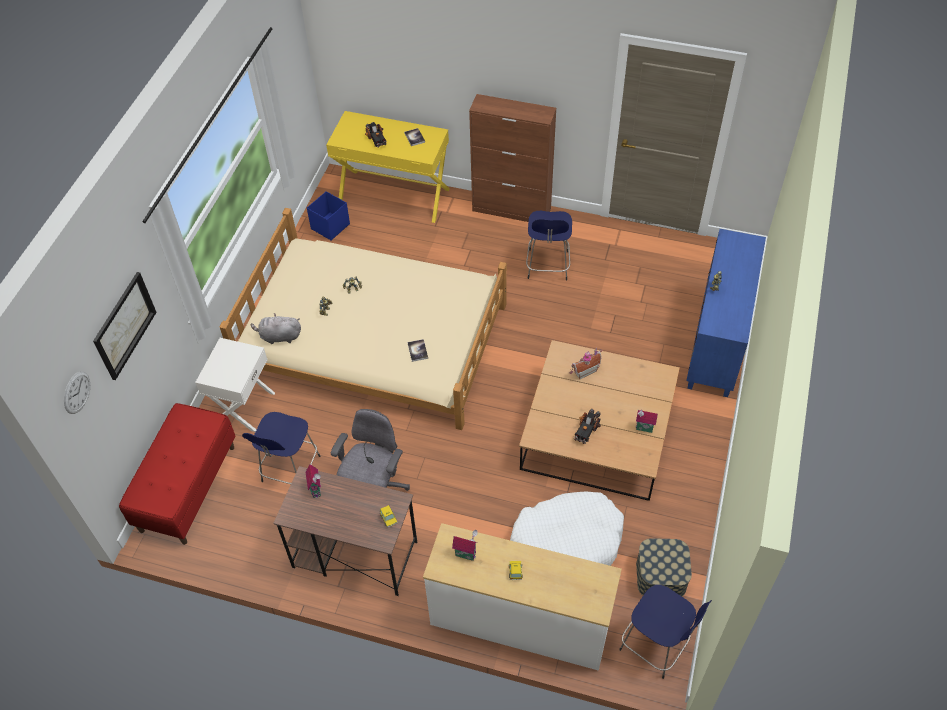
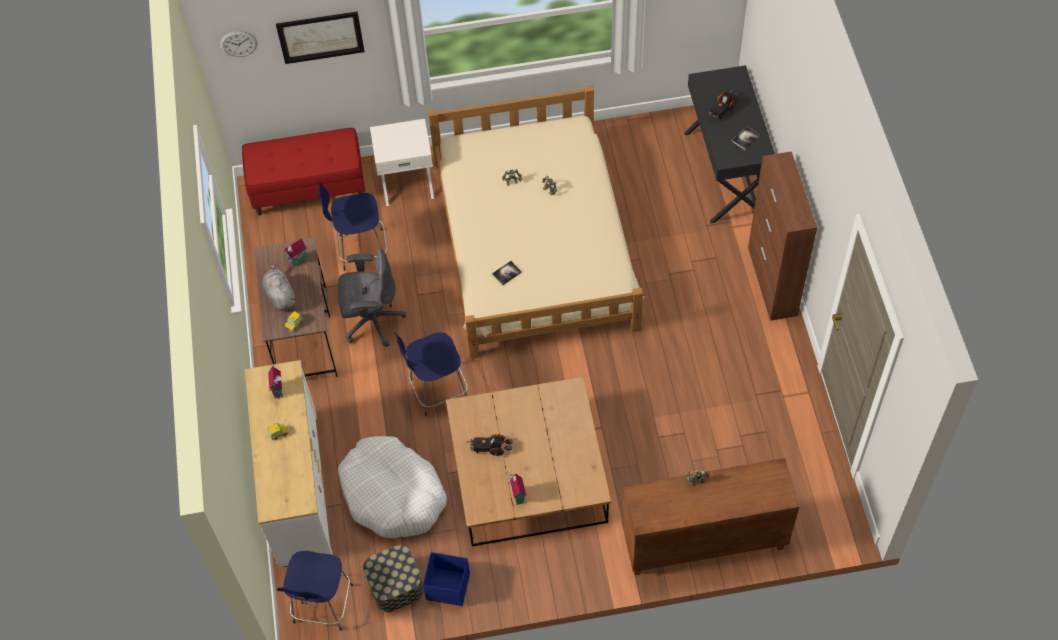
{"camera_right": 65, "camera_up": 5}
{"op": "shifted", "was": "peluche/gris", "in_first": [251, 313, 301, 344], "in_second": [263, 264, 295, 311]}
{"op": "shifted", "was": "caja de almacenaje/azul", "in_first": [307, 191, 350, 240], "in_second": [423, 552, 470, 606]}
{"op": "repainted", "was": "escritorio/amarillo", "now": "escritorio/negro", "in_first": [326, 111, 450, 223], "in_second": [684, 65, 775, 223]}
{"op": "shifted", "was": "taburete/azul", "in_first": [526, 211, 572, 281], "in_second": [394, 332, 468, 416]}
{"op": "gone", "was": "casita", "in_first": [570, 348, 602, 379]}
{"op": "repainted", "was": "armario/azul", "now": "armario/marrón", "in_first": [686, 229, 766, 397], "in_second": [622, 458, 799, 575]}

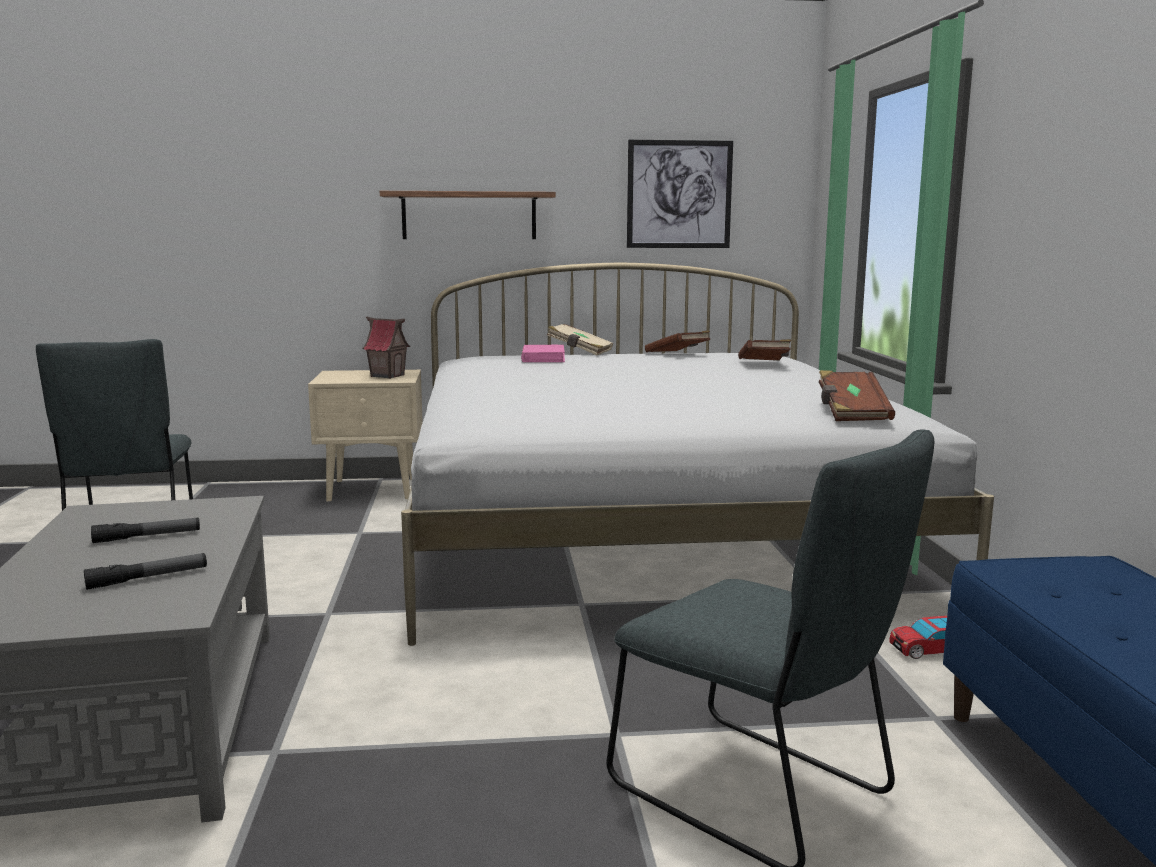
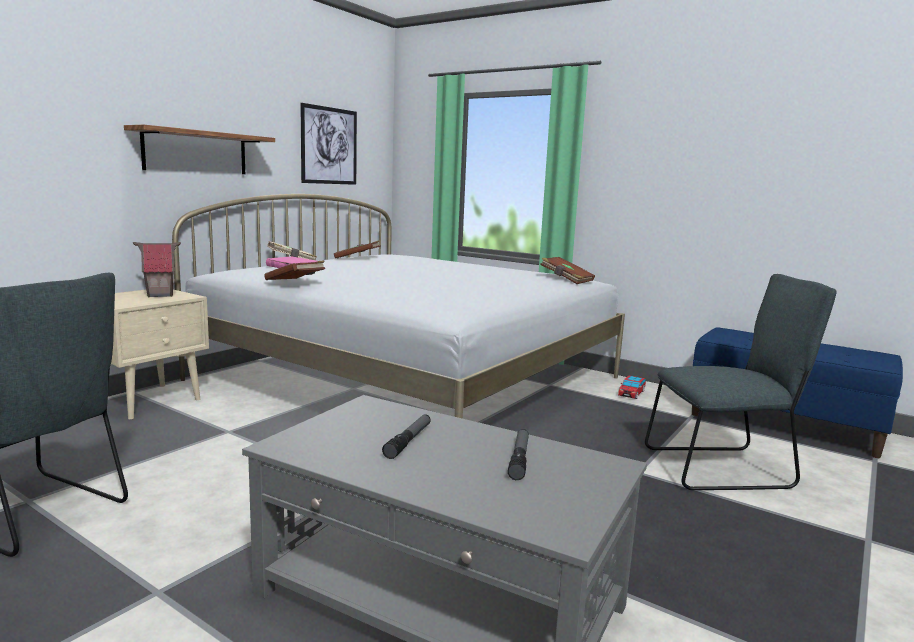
{"camera_right": -50, "camera_up": 0}
{"op": "shifted", "was": "libro/marrón", "in_first": [738, 339, 791, 361], "in_second": [264, 260, 325, 280]}

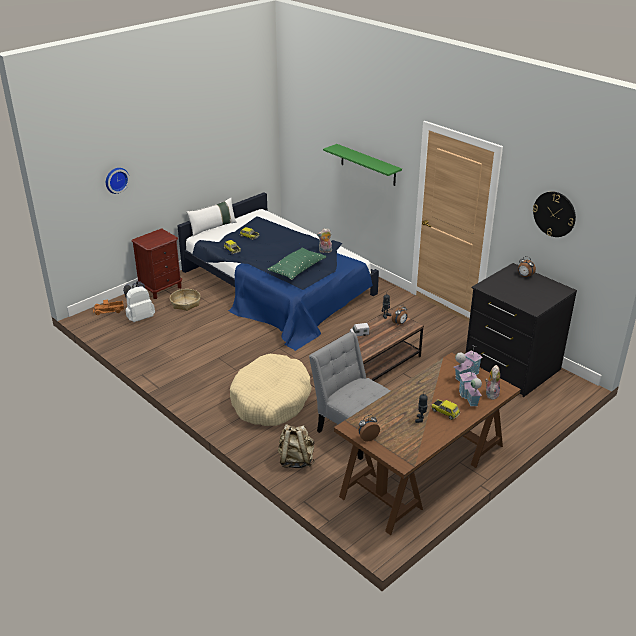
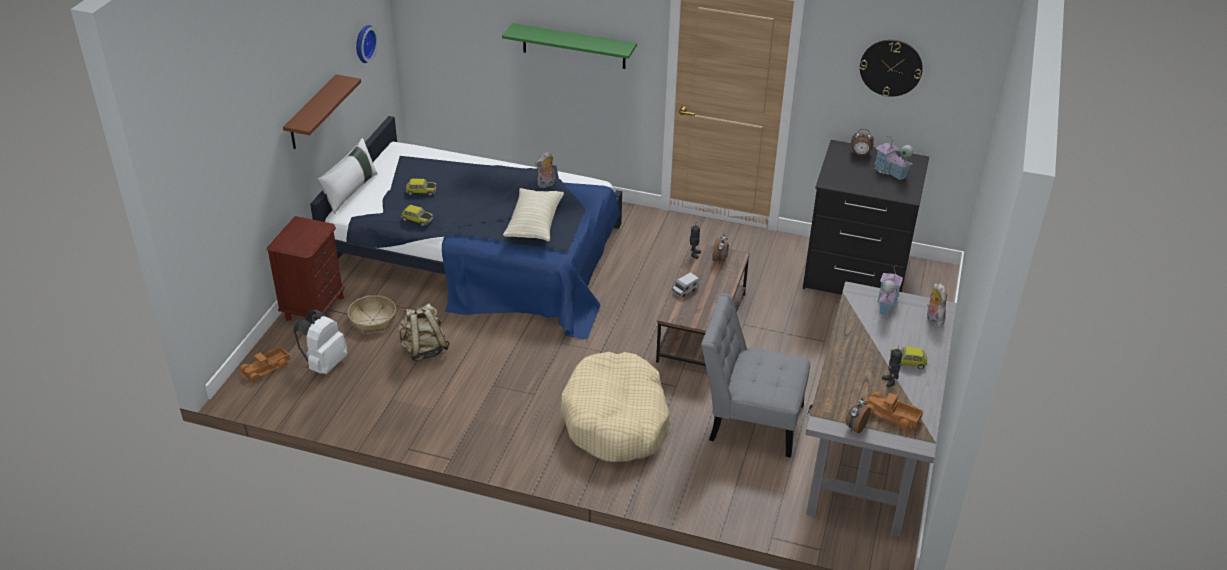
{"camera_right": -30, "camera_up": 5}
{"op": "shifted", "was": "reloj de pared", "in_first": [106, 168, 130, 194], "in_second": [356, 25, 378, 63]}
{"op": "repainted", "was": "cojín/verde", "now": "cojín/beis", "in_first": [268, 247, 326, 280], "in_second": [503, 188, 564, 241]}
{"op": "shifted", "was": "mochila/beis", "in_first": [278, 424, 314, 468], "in_second": [398, 304, 450, 361]}
{"op": "repainted", "was": "escritorio/marrón", "now": "escritorio/gris", "in_first": [334, 352, 521, 535], "in_second": [805, 281, 957, 537]}
{"op": "shifted", "was": "casita", "in_first": [459, 366, 482, 406], "in_second": [874, 136, 913, 180]}
{"op": "new", "now": "estante/marrón", "in_second": [283, 74, 361, 149]}
{"op": "new", "now": "camión de juguete", "in_second": [862, 391, 923, 429]}

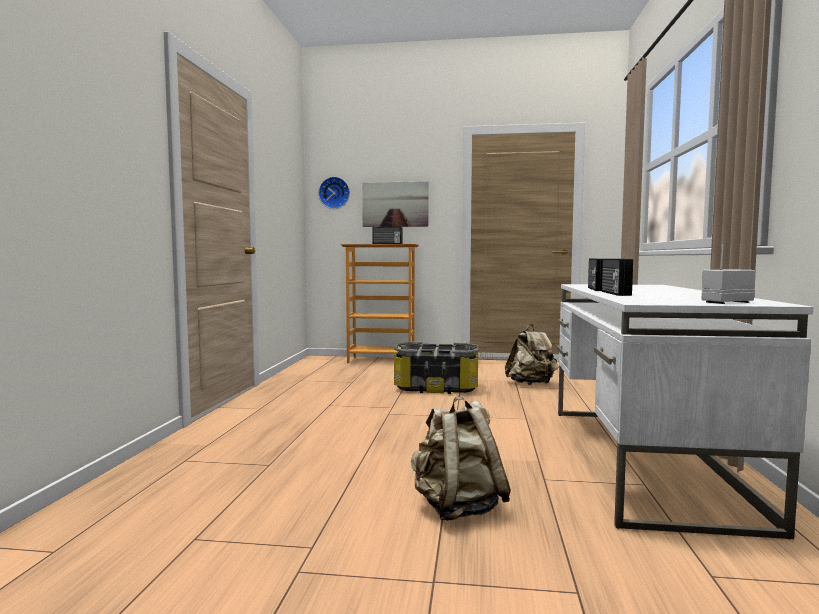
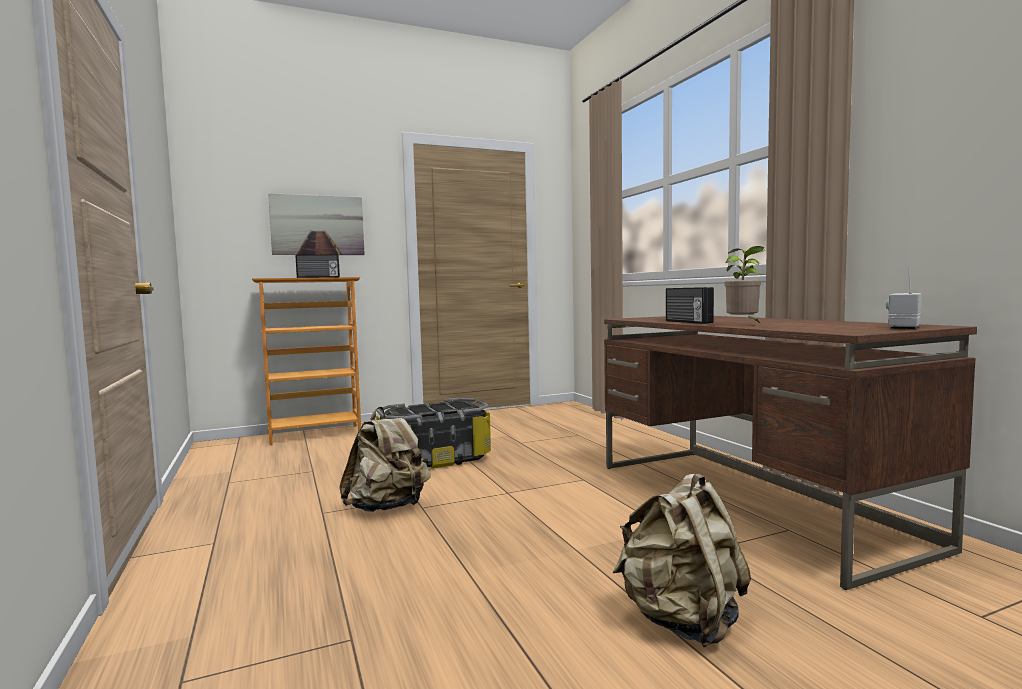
{"camera_right": -30, "camera_up": 0}
{"op": "gone", "was": "reloj de pared", "in_first": [319, 177, 350, 209]}
{"op": "shifted", "was": "mochila/beis", "in_first": [505, 324, 558, 385], "in_second": [339, 407, 431, 512]}
{"op": "repainted", "was": "escritorio/blanco", "now": "escritorio/marrón", "in_first": [557, 284, 813, 539], "in_second": [604, 316, 977, 590]}
{"op": "swapped", "was": "radio", "now": "planta en maceta", "in_first": [601, 259, 633, 296], "in_second": [725, 246, 765, 324]}

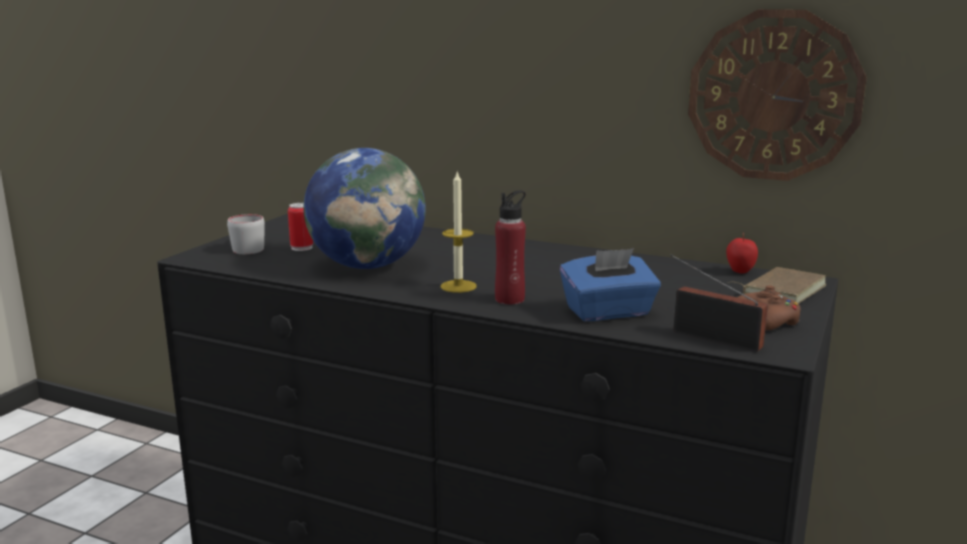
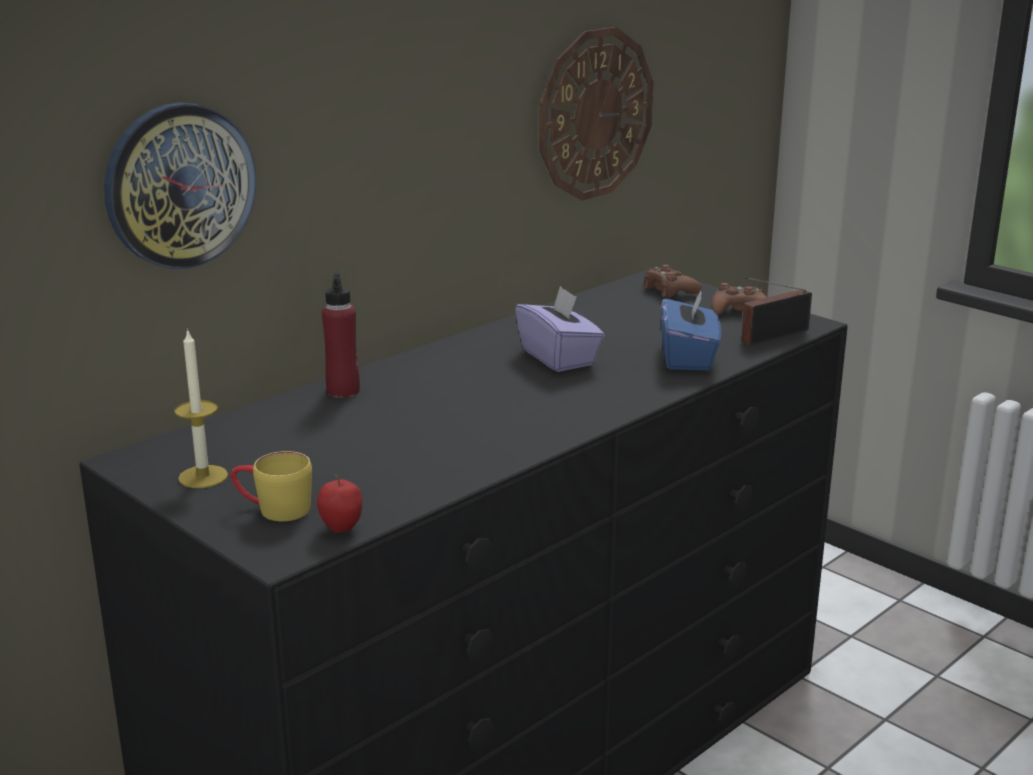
{"camera_right": -70, "camera_up": 5}
{"op": "repainted", "was": "taza grande/gris", "now": "taza grande/amarillo", "in_first": [227, 214, 265, 254], "in_second": [231, 451, 312, 522]}
{"op": "gone", "was": "lata", "in_first": [288, 203, 313, 251]}
{"op": "gone", "was": "globo terráqueo", "in_first": [304, 148, 426, 269]}
{"op": "shifted", "was": "vela", "in_first": [440, 172, 477, 293], "in_second": [174, 328, 228, 488]}
{"op": "shifted", "was": "botella/rojo", "in_first": [495, 190, 526, 305], "in_second": [322, 270, 360, 398]}
{"op": "shifted", "was": "manzana", "in_first": [726, 233, 758, 274], "in_second": [317, 474, 362, 533]}
{"op": "swapped", "was": "libro/marrón", "now": "mando de consola/marrón", "in_first": [728, 267, 826, 304], "in_second": [644, 265, 702, 298]}
{"op": "new", "now": "reloj de pared", "in_second": [104, 102, 256, 269]}
{"op": "new", "now": "caja de pañuelos/morado", "in_second": [515, 286, 604, 372]}

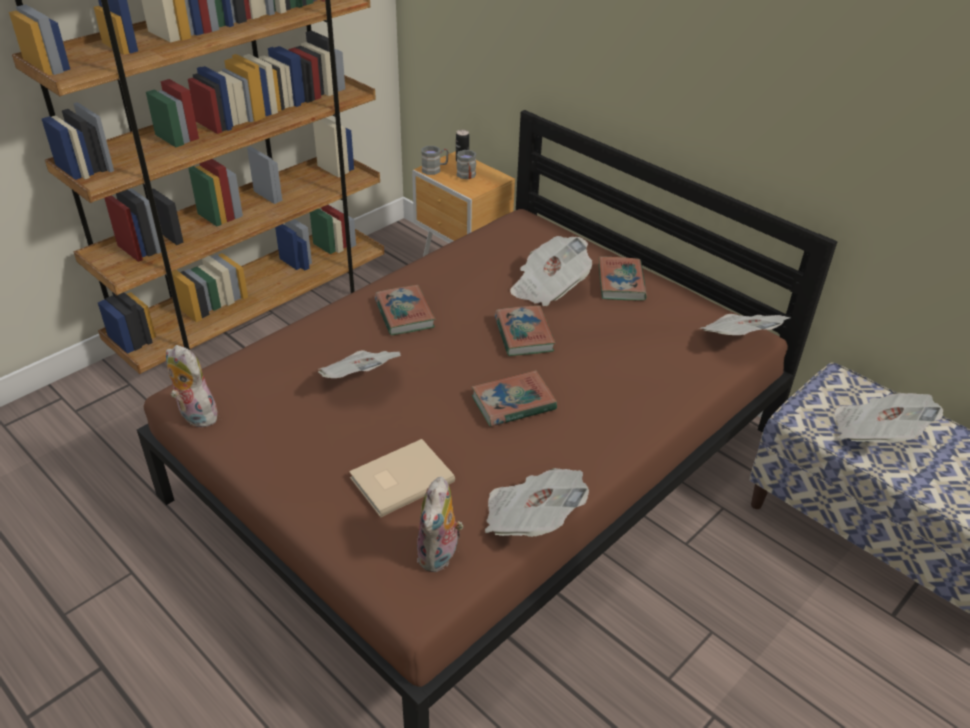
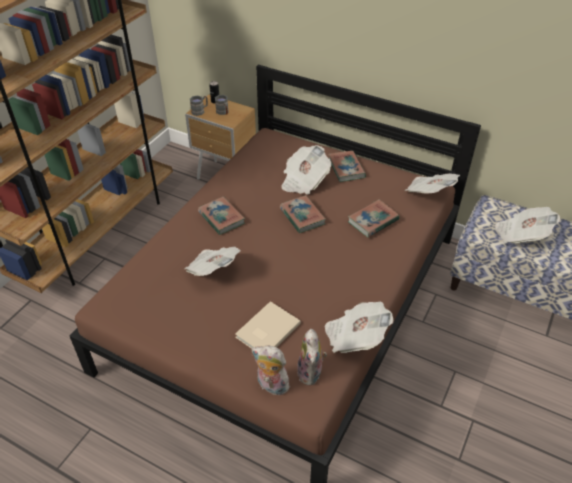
{"camera_right": -15, "camera_up": 5}
{"op": "shifted", "was": "peluche", "in_first": [166, 345, 218, 428], "in_second": [252, 346, 289, 395]}
{"op": "shifted", "was": "libro", "in_first": [472, 370, 557, 427], "in_second": [348, 199, 400, 237]}

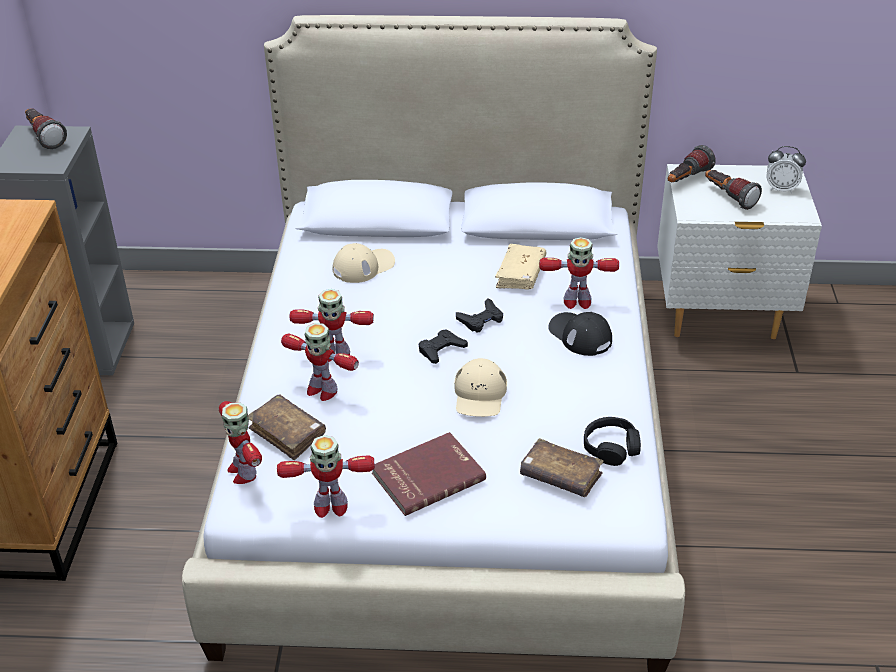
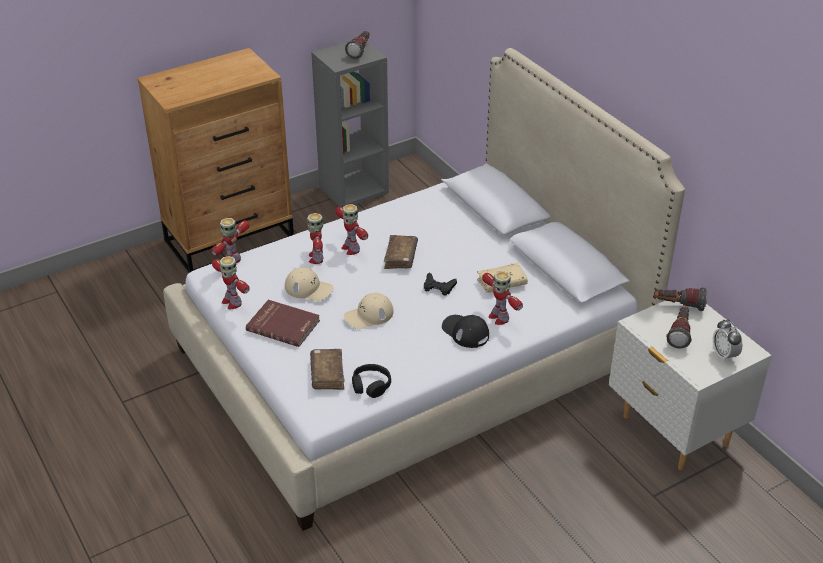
{"camera_right": 55, "camera_up": 0}
{"op": "shifted", "was": "libro/marrón", "in_first": [248, 394, 326, 460], "in_second": [384, 235, 418, 269]}
{"op": "shifted", "was": "gorra/beis", "in_first": [333, 243, 395, 283], "in_second": [285, 267, 334, 301]}
{"op": "gone", "was": "mando de consola/negro", "in_first": [419, 329, 468, 364]}
{"op": "rotated", "was": "gorra/negro", "in_first": [548, 312, 612, 356], "in_second": [442, 315, 489, 348], "clockwise": -60}

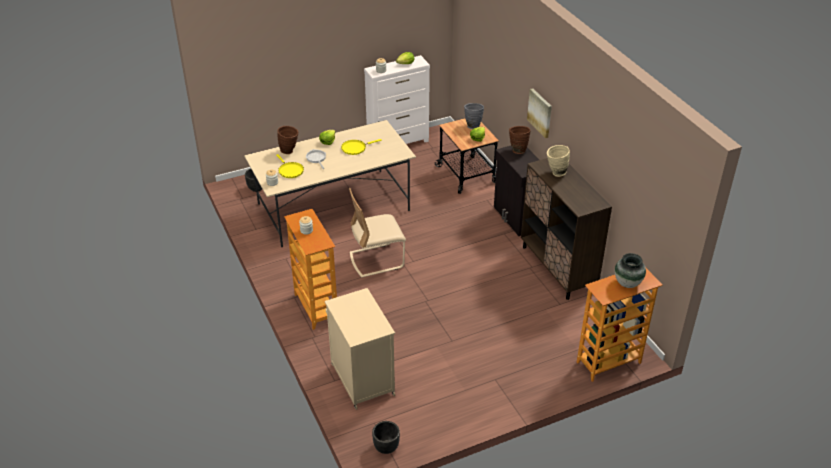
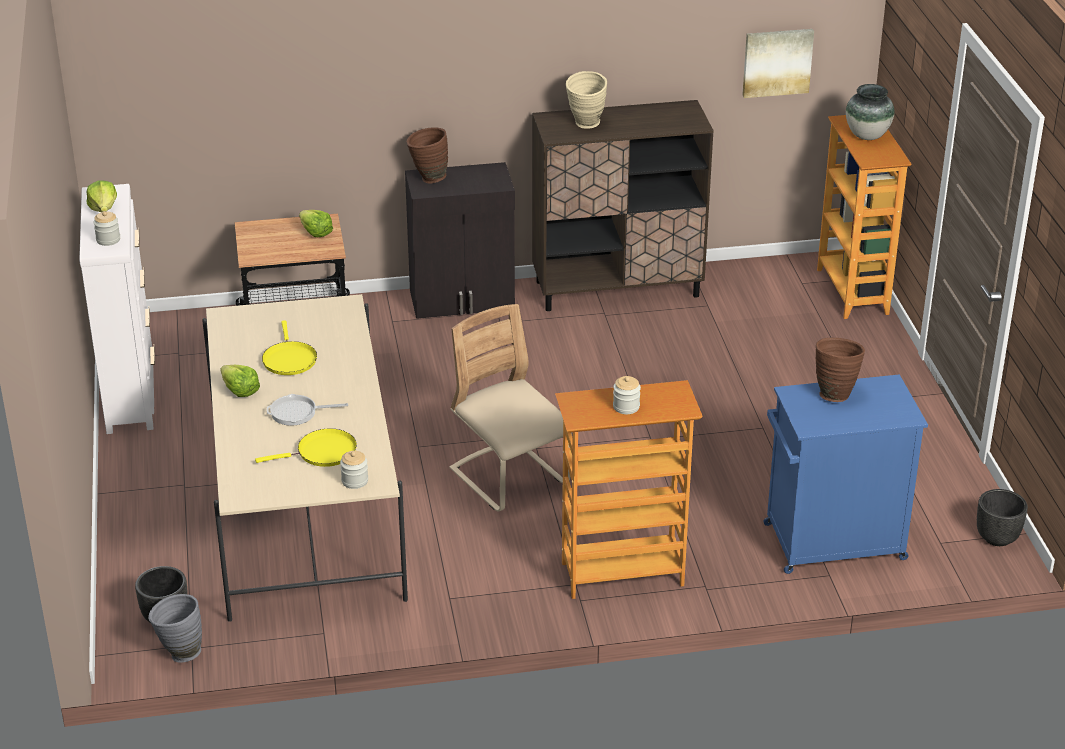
{"camera_right": -75, "camera_up": -5}
{"op": "shifted", "was": "florero/marrón", "in_first": [277, 126, 298, 154], "in_second": [815, 338, 865, 402]}
{"op": "repainted", "was": "armario/beis", "now": "armario/azul", "in_first": [325, 288, 395, 410], "in_second": [763, 374, 928, 574]}
{"op": "rotated", "was": "silla/beis", "in_first": [349, 188, 406, 278], "in_second": [450, 304, 572, 512], "clockwise": 150}
{"op": "shifted", "was": "florero/gris", "in_first": [464, 103, 484, 129], "in_second": [148, 594, 202, 663]}
{"op": "shifted", "was": "cuadro", "in_first": [527, 88, 552, 138], "in_second": [742, 29, 814, 98]}

